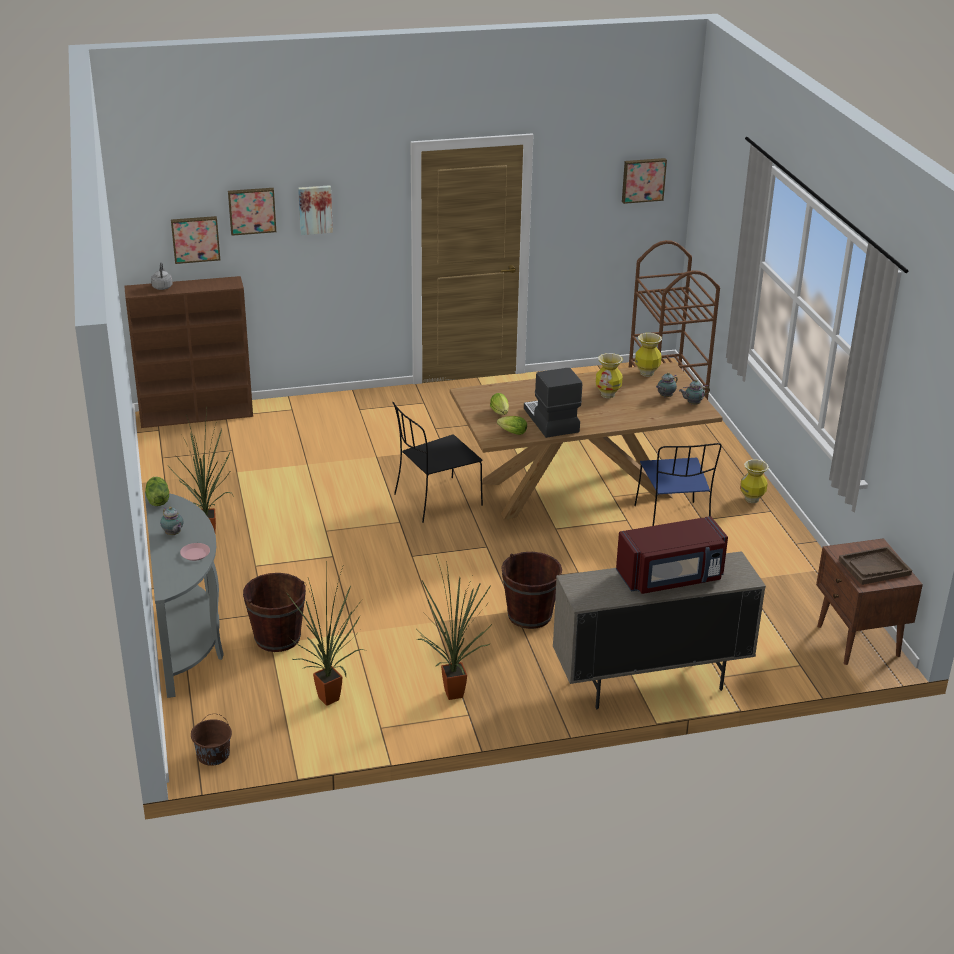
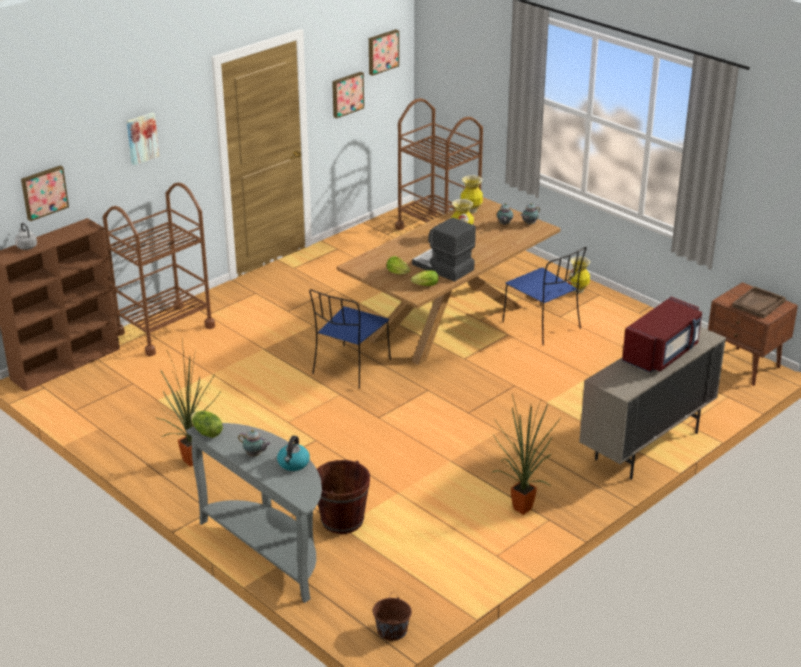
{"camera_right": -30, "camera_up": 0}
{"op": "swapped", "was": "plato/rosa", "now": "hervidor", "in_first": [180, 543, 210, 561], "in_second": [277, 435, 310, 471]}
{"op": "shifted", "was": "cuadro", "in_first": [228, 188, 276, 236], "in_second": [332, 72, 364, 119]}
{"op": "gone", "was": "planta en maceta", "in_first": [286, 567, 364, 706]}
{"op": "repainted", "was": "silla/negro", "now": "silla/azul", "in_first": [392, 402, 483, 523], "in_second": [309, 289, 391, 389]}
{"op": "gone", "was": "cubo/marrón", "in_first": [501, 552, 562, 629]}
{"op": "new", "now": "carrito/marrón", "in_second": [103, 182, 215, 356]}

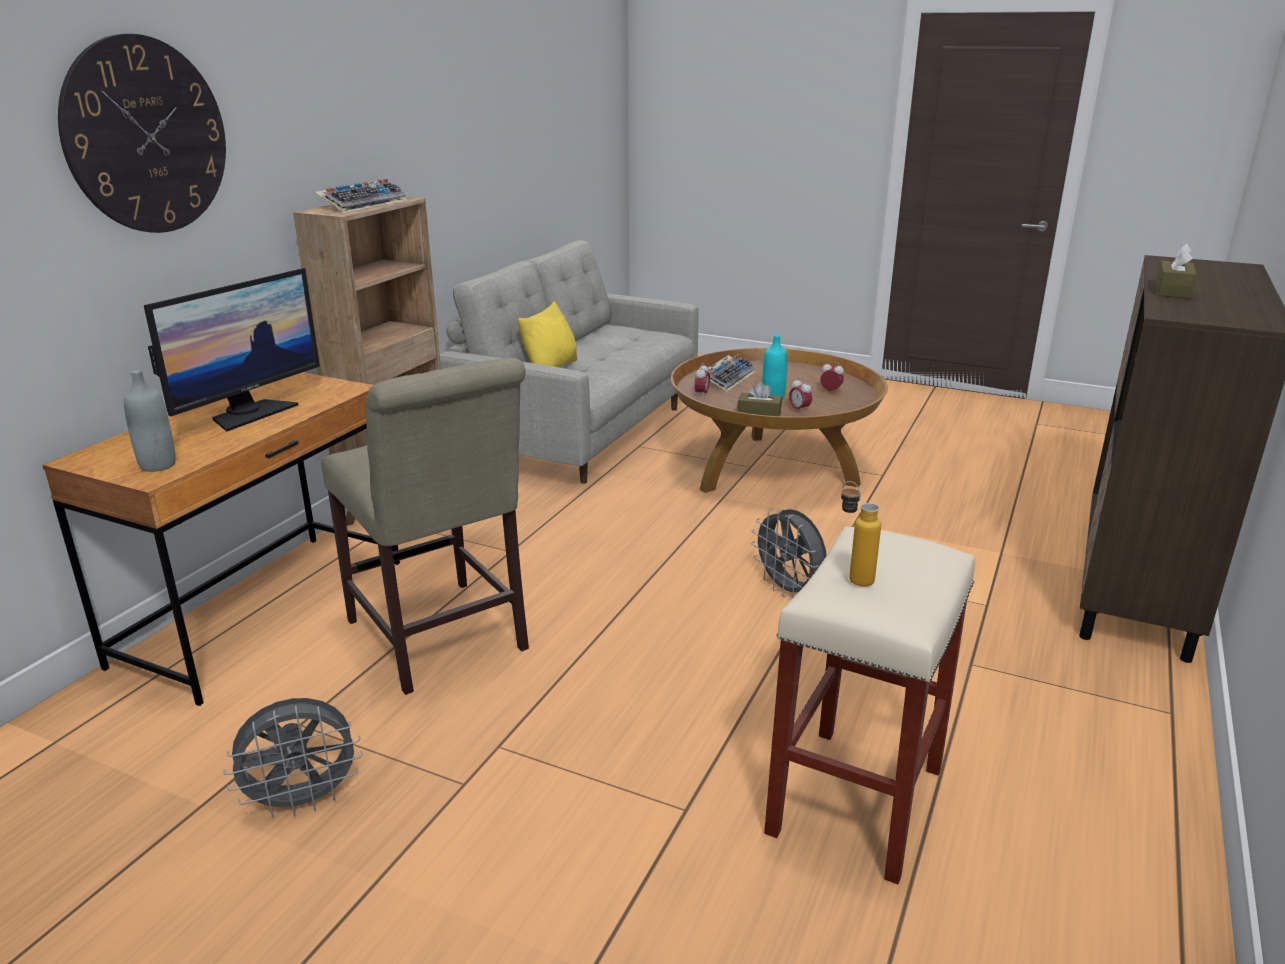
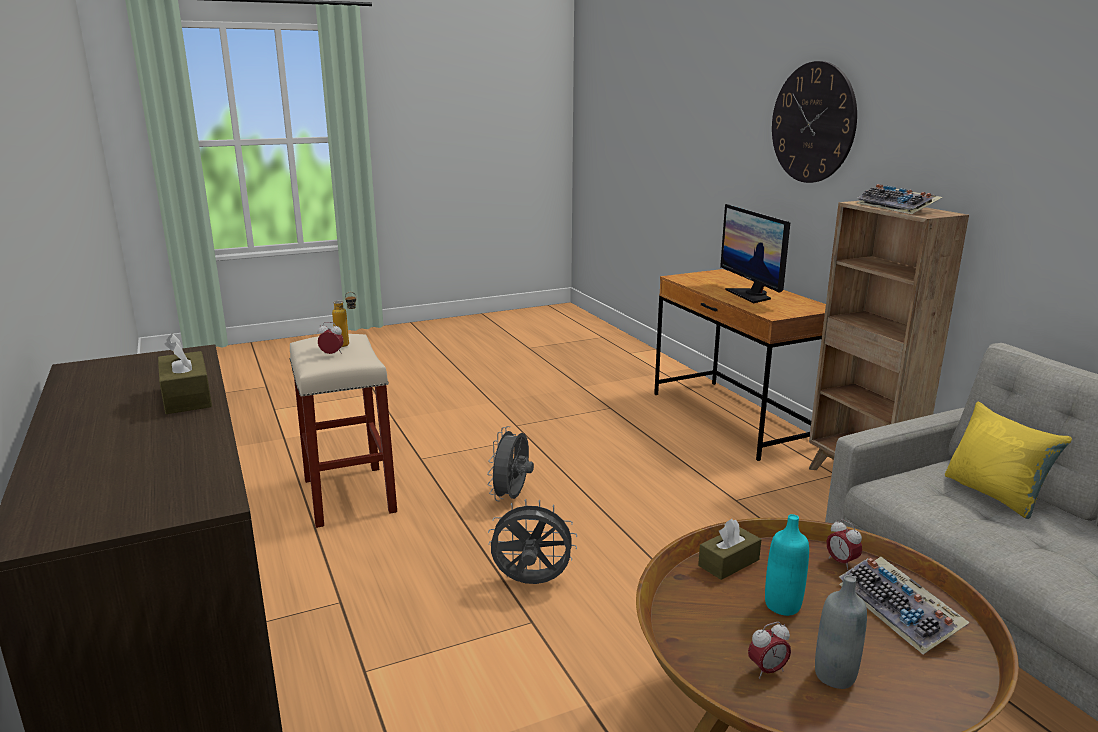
{"camera_right": 130, "camera_up": -5}
{"op": "shifted", "was": "botella/gris", "in_first": [124, 370, 176, 472], "in_second": [815, 575, 867, 689]}
{"op": "shifted", "was": "ventilador/gris", "in_first": [223, 698, 363, 817], "in_second": [487, 426, 534, 502]}
{"op": "gone", "was": "silla/beis", "in_first": [321, 358, 529, 695]}
{"op": "shifted", "was": "despertador", "in_first": [789, 378, 812, 413], "in_second": [318, 322, 344, 354]}

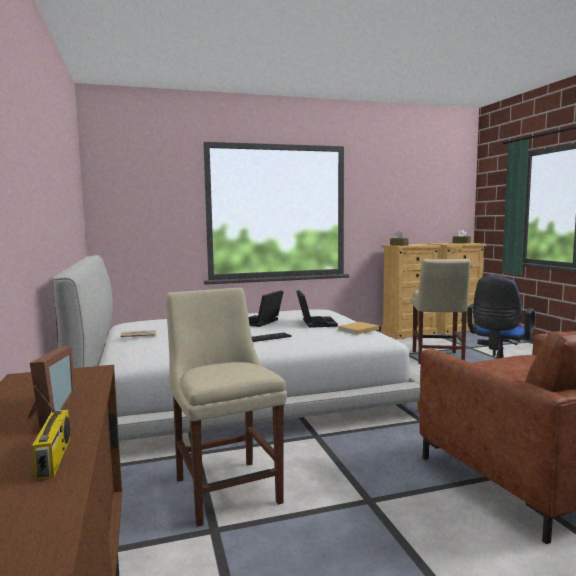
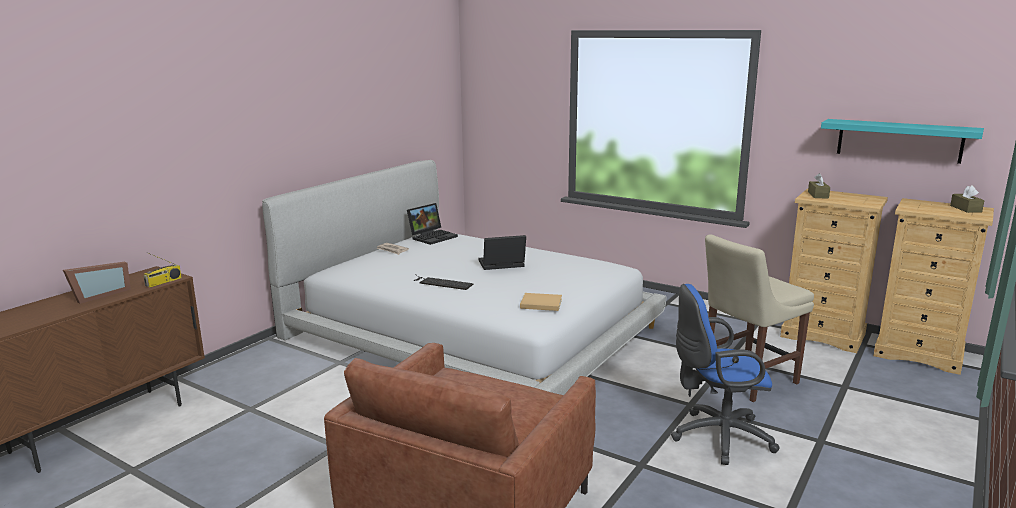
{"camera_right": 50, "camera_up": 10}
{"op": "shifted", "was": "radio", "in_first": [32, 385, 70, 479], "in_second": [143, 252, 182, 288]}
{"op": "gone", "was": "silla/beis", "in_first": [166, 287, 287, 527]}
{"op": "shifted", "was": "portátil", "in_first": [296, 290, 338, 328], "in_second": [407, 203, 458, 245]}
{"op": "new", "now": "estante/turquesa", "in_second": [821, 119, 984, 164]}

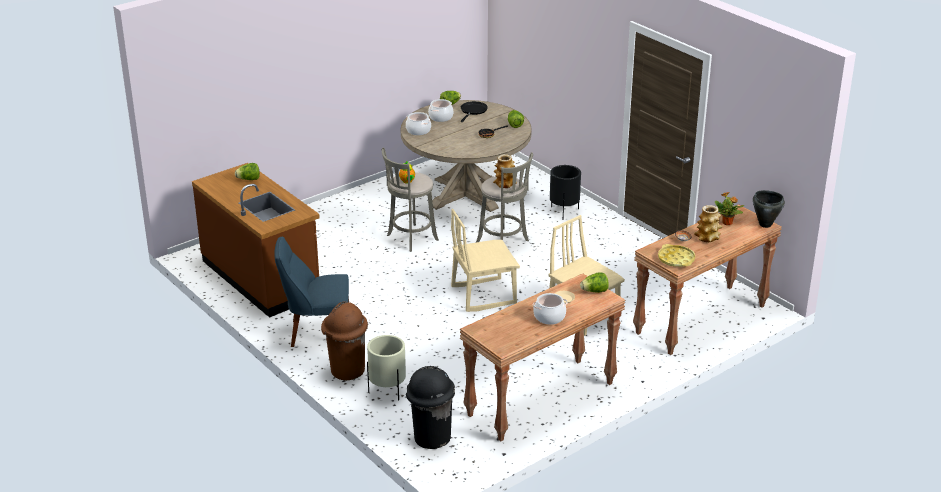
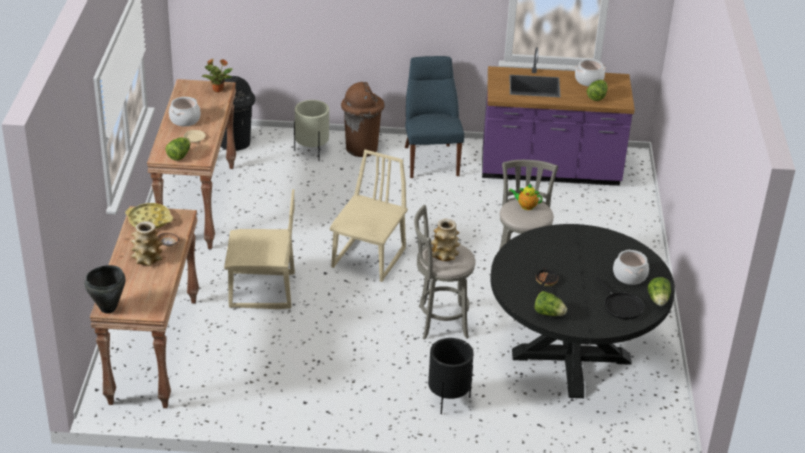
{"camera_right": 130, "camera_up": 5}
{"op": "repainted", "was": "mueble bajo de cocina/marrón", "now": "mueble bajo de cocina/morado", "in_first": [192, 163, 320, 318], "in_second": [482, 47, 635, 186]}
{"op": "rotated", "was": "silla/azul", "in_first": [274, 236, 349, 347], "in_second": [405, 56, 464, 178], "clockwise": -45}
{"op": "repainted", "was": "mesa de comedor/beis", "now": "mesa de comedor/negro", "in_first": [401, 100, 532, 212], "in_second": [490, 224, 675, 398]}
{"op": "shifted", "was": "olla", "in_first": [406, 112, 431, 135], "in_second": [575, 59, 606, 86]}
{"op": "shifted", "was": "planta en maceta", "in_first": [715, 192, 744, 225], "in_second": [202, 59, 233, 92]}

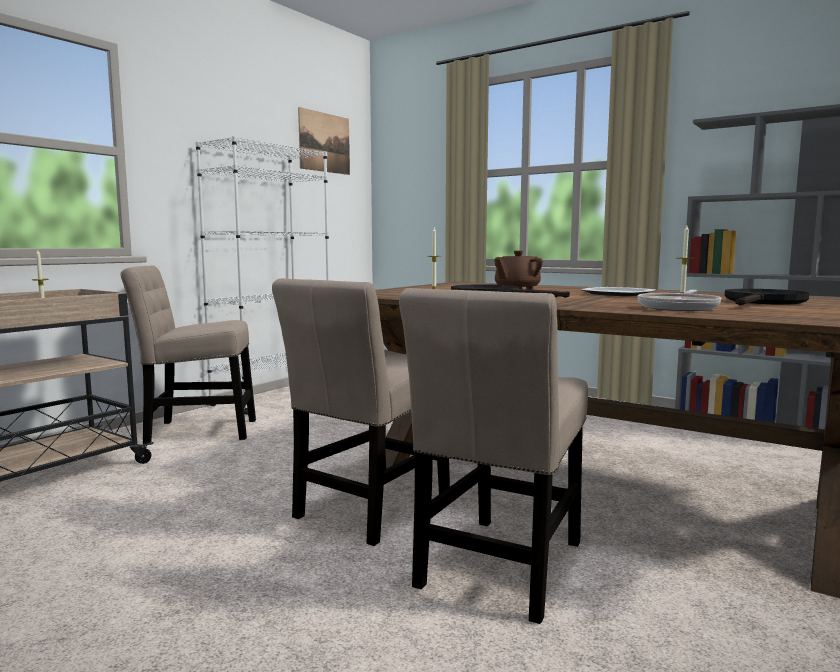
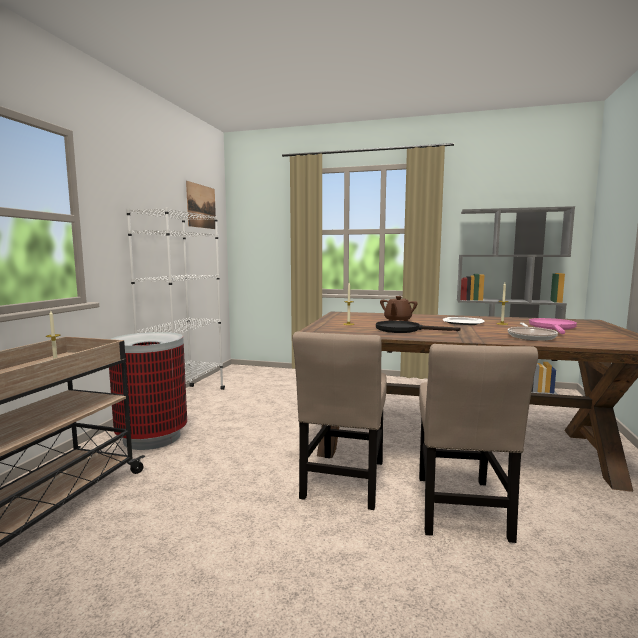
{"camera_right": -20, "camera_up": 0}
{"op": "swapped", "was": "silla/beis", "now": "papelera", "in_first": [121, 265, 256, 444], "in_second": [109, 332, 187, 450]}
{"op": "repainted", "was": "sartén/negro", "now": "sartén/rosa", "in_first": [725, 289, 809, 305], "in_second": [529, 318, 577, 334]}

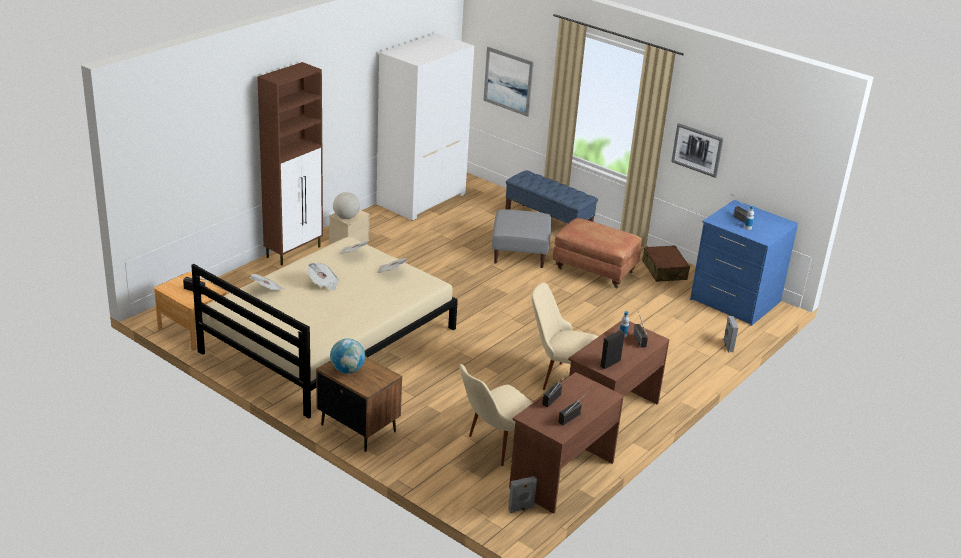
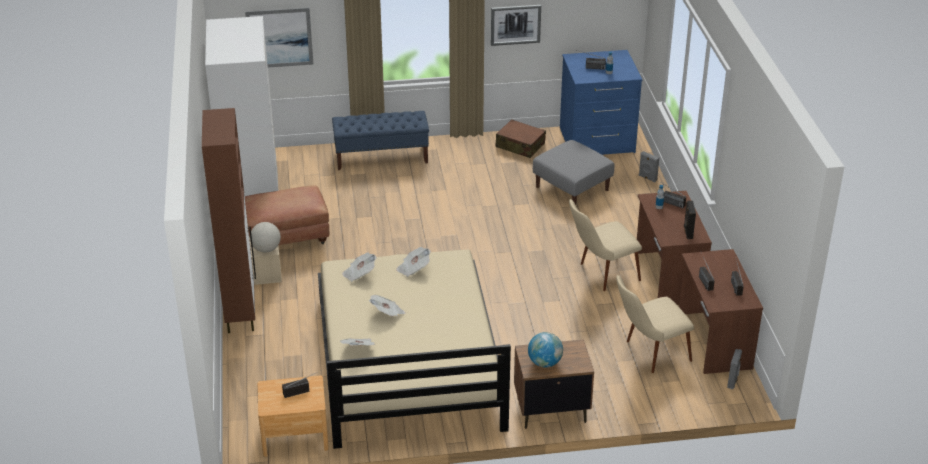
{"camera_right": -45, "camera_up": 5}
{"op": "rotated", "was": "silla/beis", "in_first": [459, 364, 533, 466], "in_second": [616, 275, 694, 373], "clockwise": 60}
{"op": "shifted", "was": "puf/gris", "in_first": [492, 209, 551, 268], "in_second": [533, 140, 614, 205]}
{"op": "shifted", "was": "puf/marrón", "in_first": [553, 218, 642, 288], "in_second": [245, 185, 329, 245]}

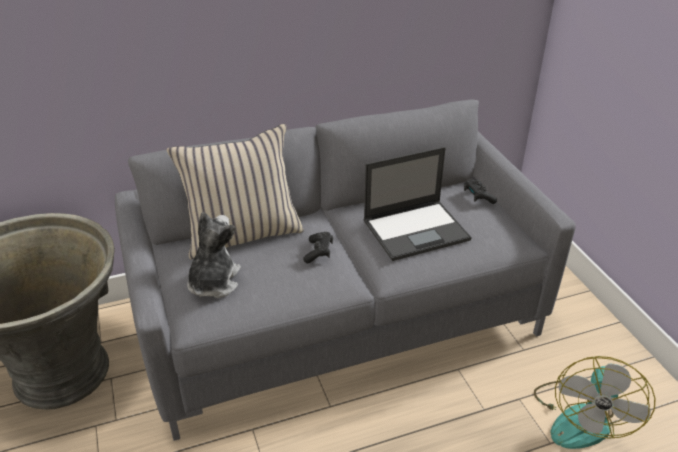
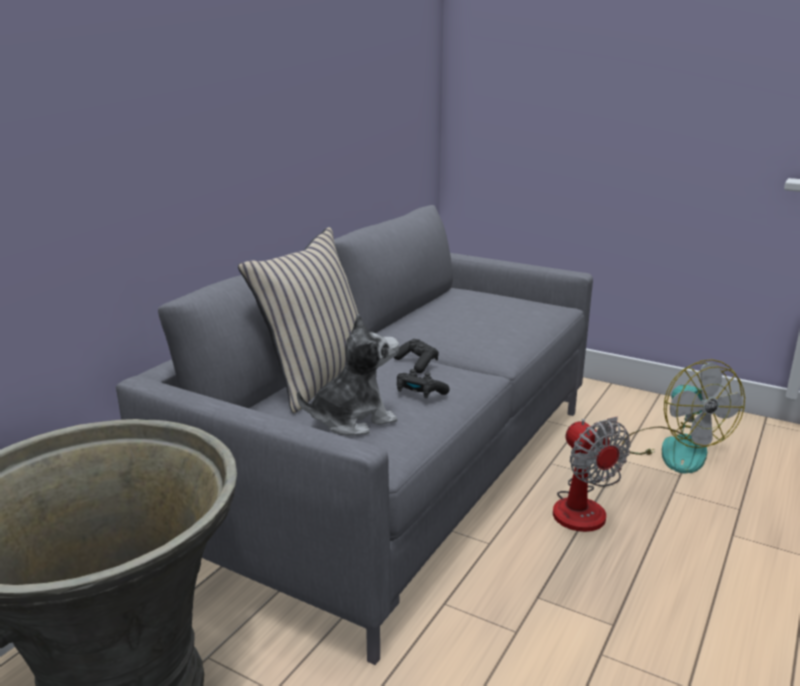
{"camera_right": -40, "camera_up": -15}
{"op": "rotated", "was": "peluche", "in_first": [187, 212, 241, 298], "in_second": [297, 314, 399, 436], "clockwise": 90}
{"op": "gone", "was": "portátil", "in_first": [363, 147, 472, 261]}
{"op": "shifted", "was": "mando de consola/negro", "in_first": [464, 179, 497, 204], "in_second": [397, 369, 450, 398]}
{"op": "new", "now": "ventilador", "in_second": [553, 417, 631, 532]}

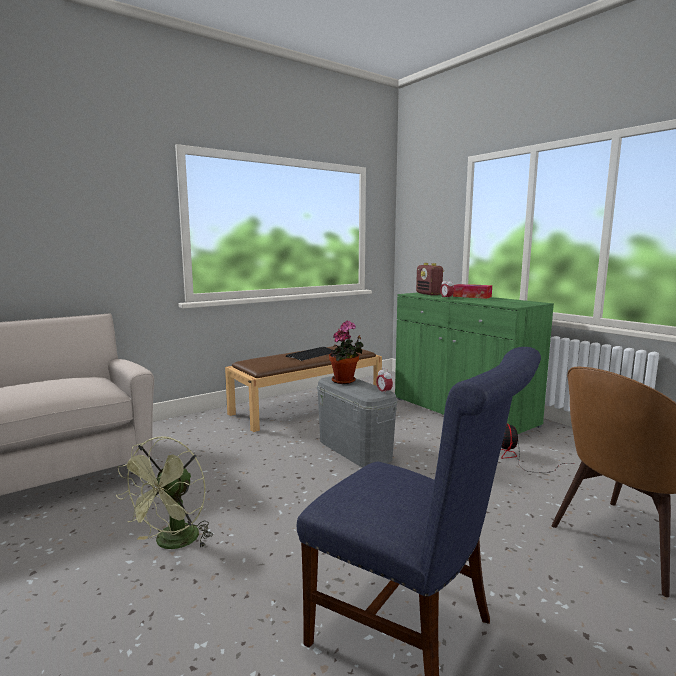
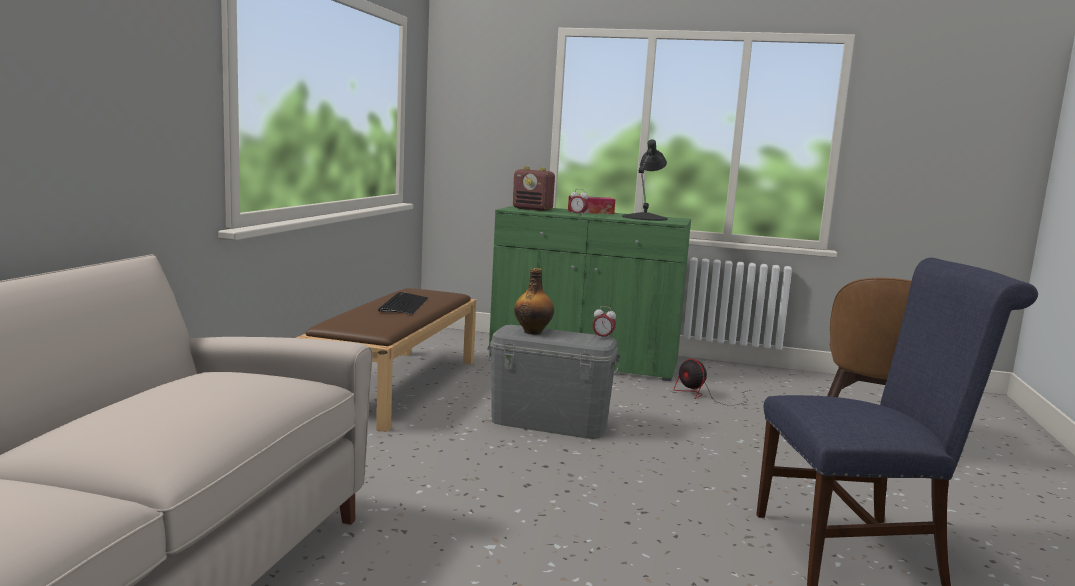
{"camera_right": -40, "camera_up": 0}
{"op": "gone", "was": "ventilador/verde", "in_first": [116, 436, 213, 549]}
{"op": "swapped", "was": "planta en maceta", "now": "botella", "in_first": [329, 321, 364, 384], "in_second": [514, 268, 554, 335]}
{"op": "new", "now": "lámpara de mesa/negro", "in_second": [622, 139, 668, 221]}

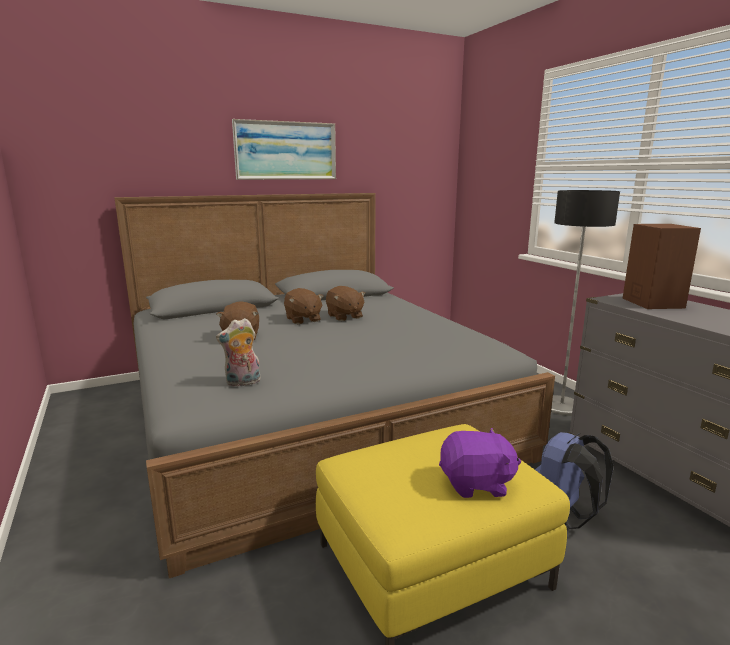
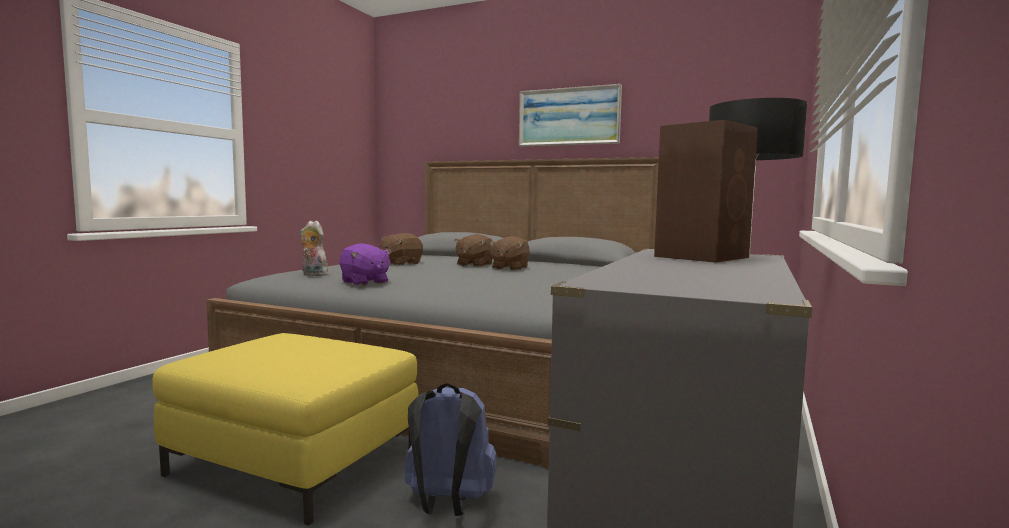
{"camera_right": 50, "camera_up": -10}
{"op": "shifted", "was": "peluche/morado", "in_first": [439, 428, 521, 498], "in_second": [339, 243, 392, 286]}

